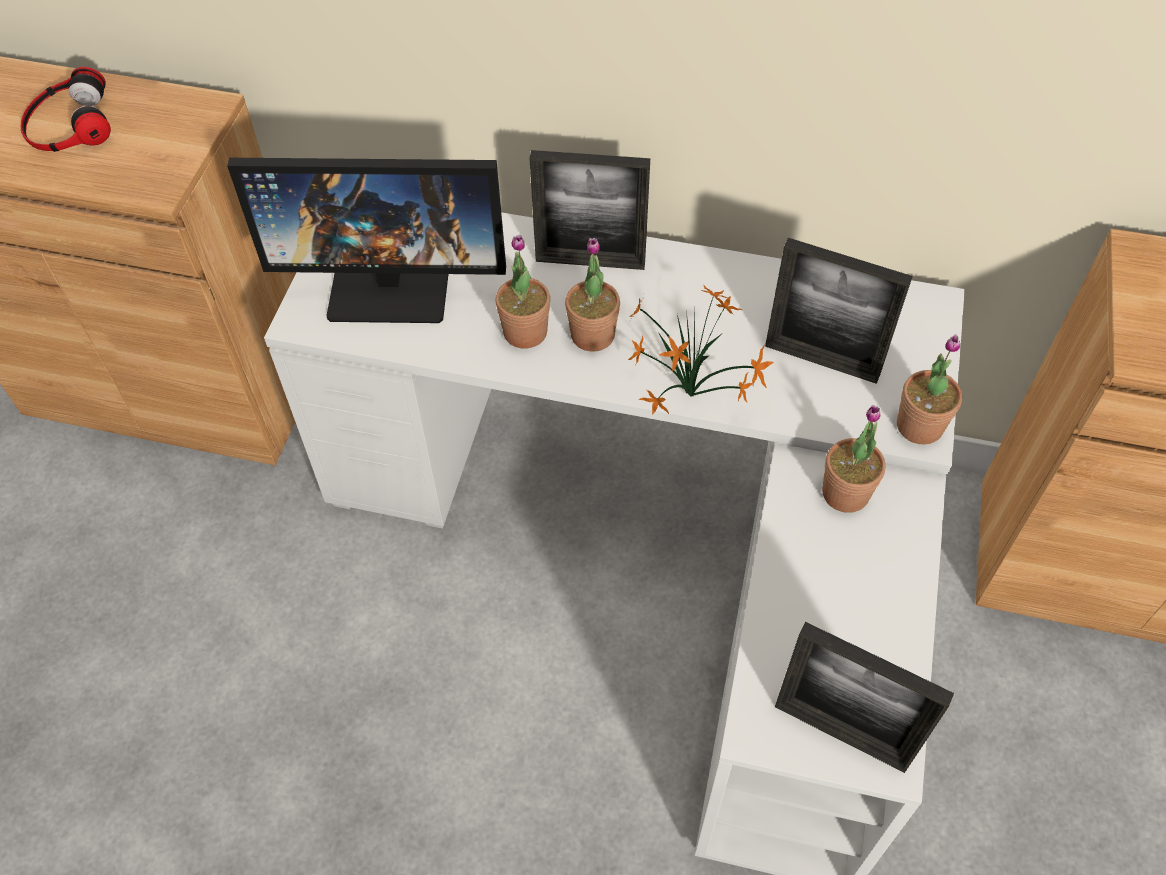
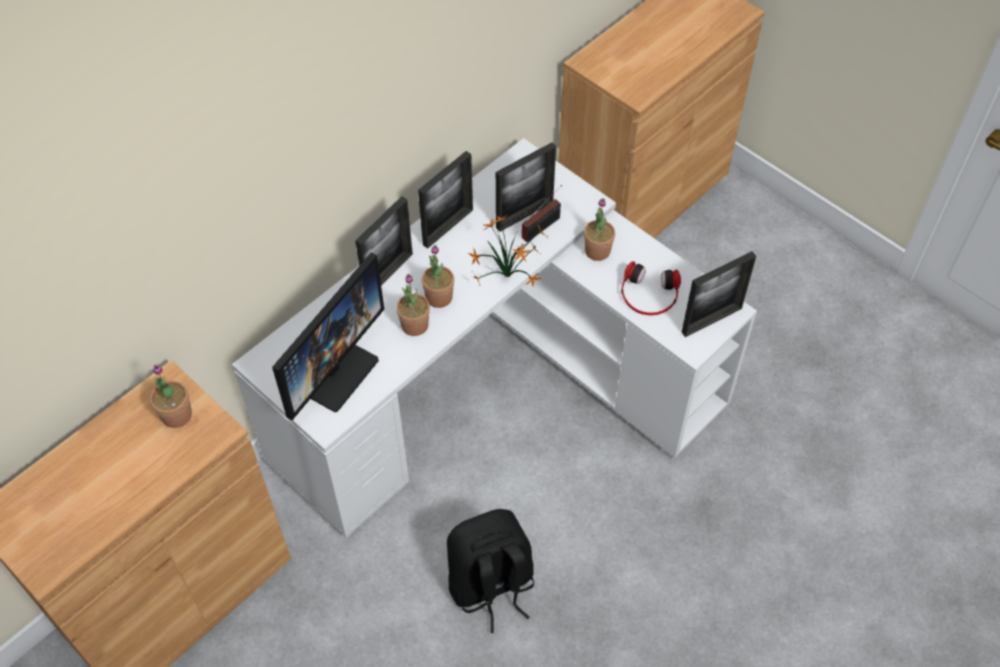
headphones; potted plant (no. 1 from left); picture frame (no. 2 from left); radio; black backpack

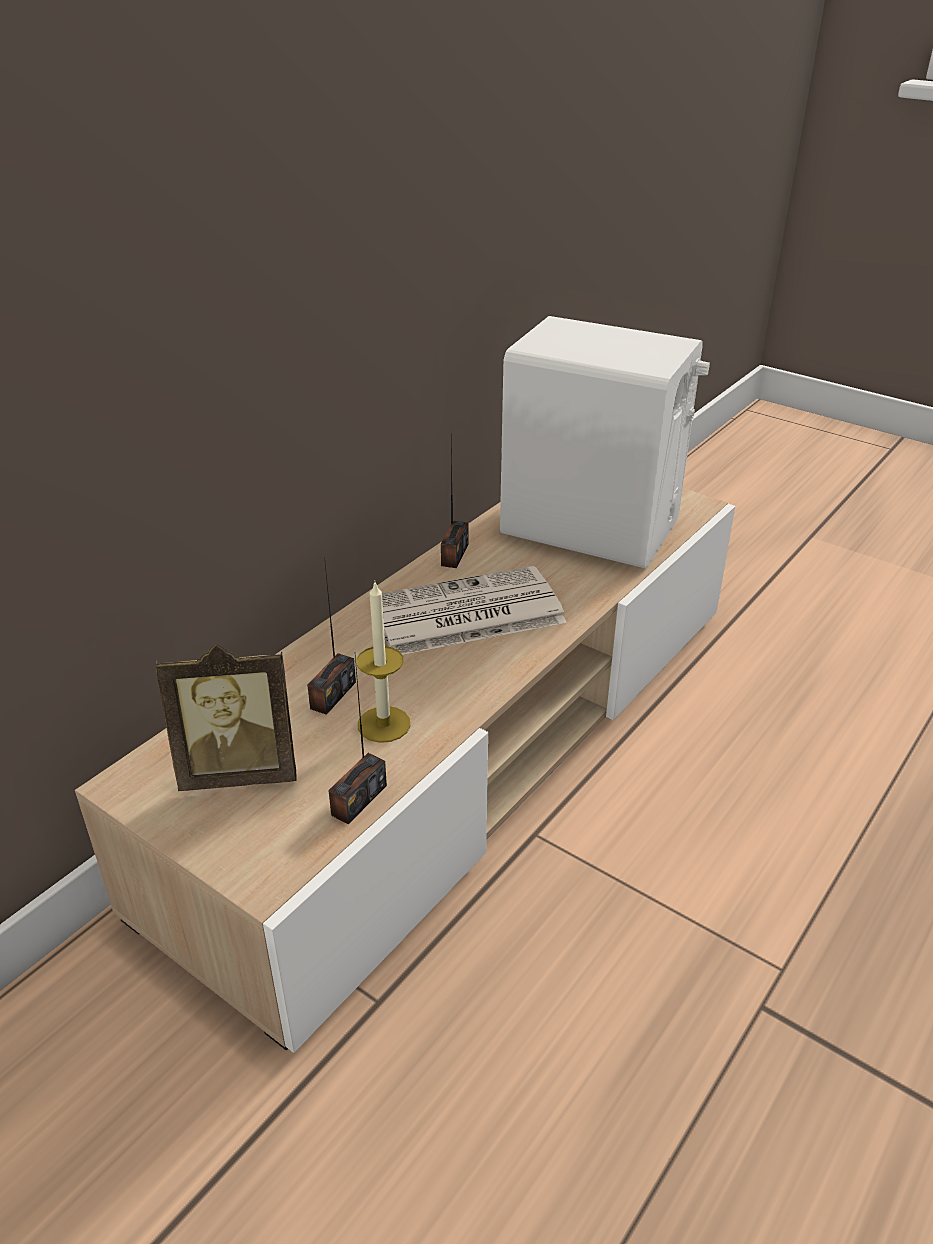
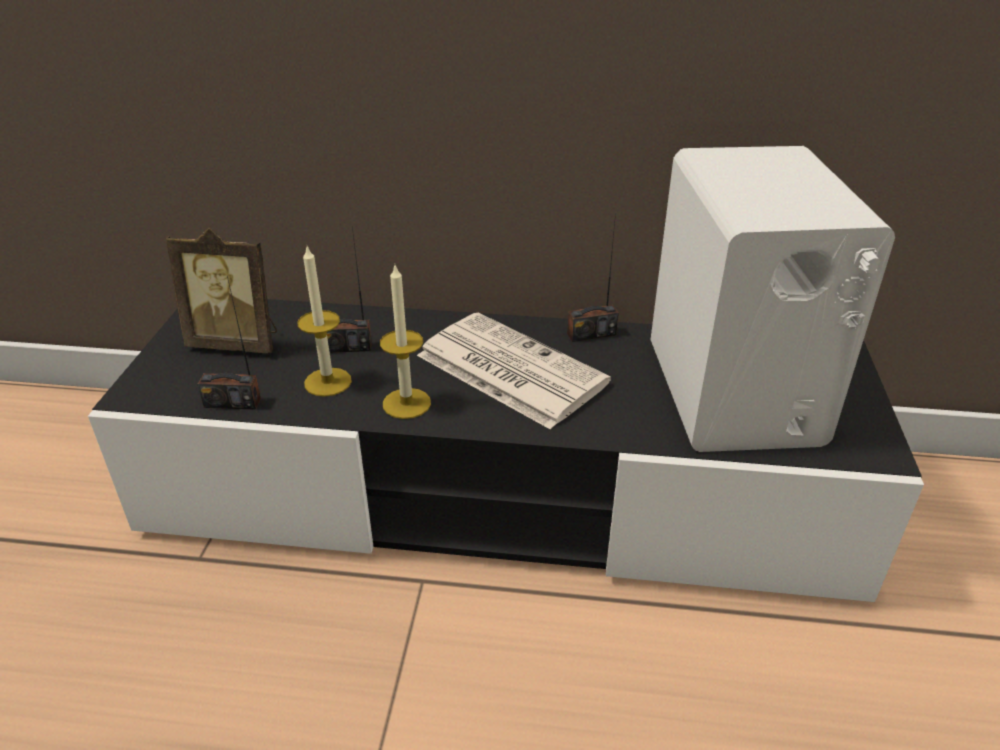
black tv stand; picture frame; candle (no. 2 from left)

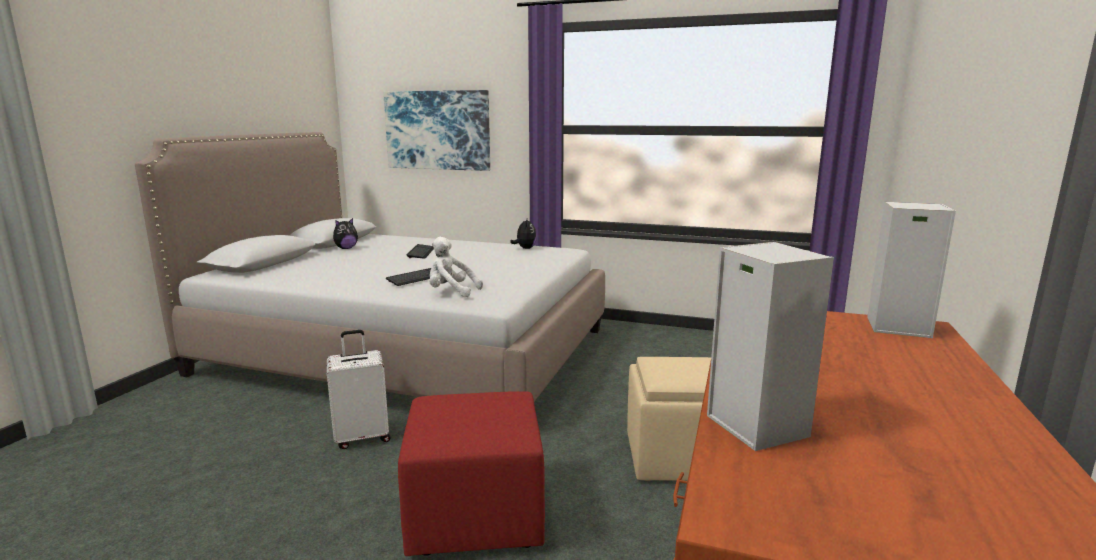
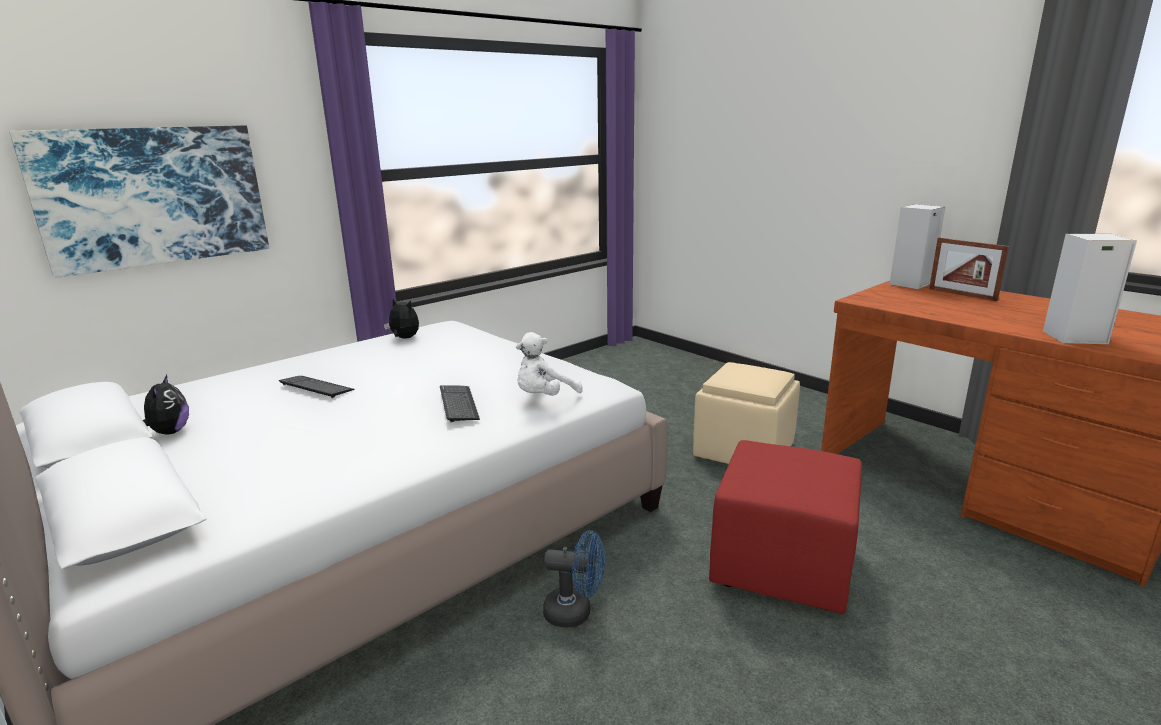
blue fan; picture frame

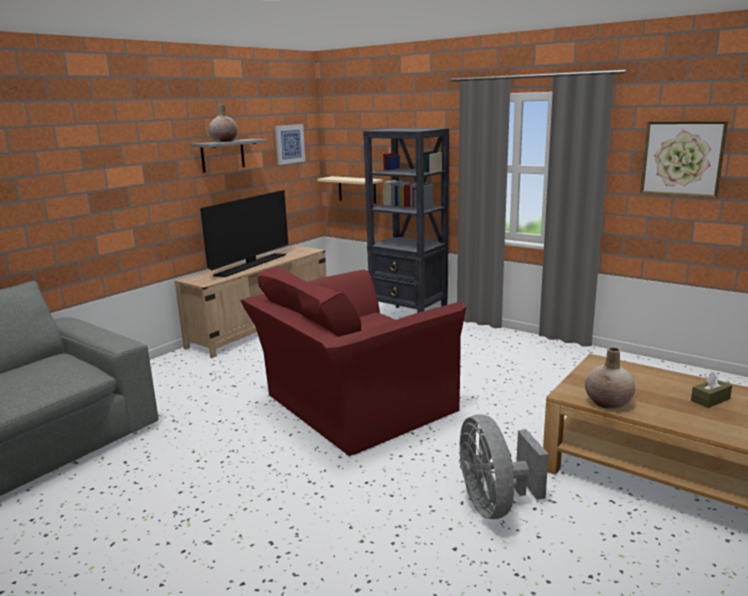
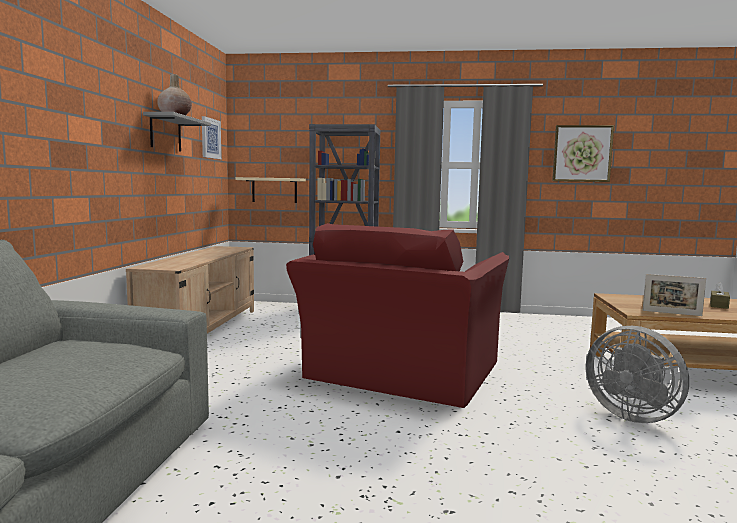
television; picture frame

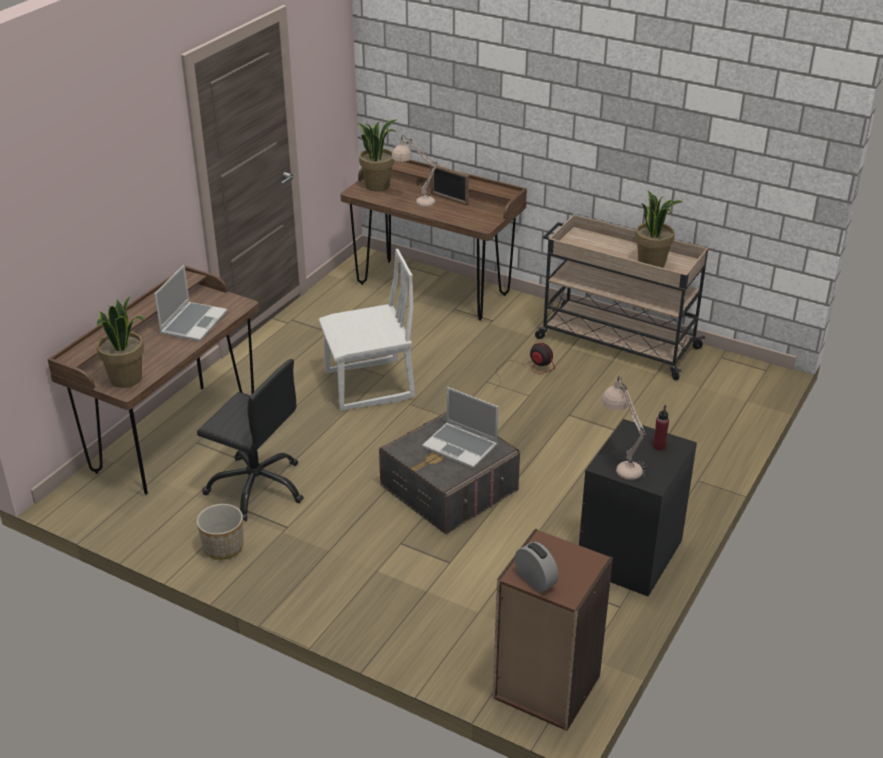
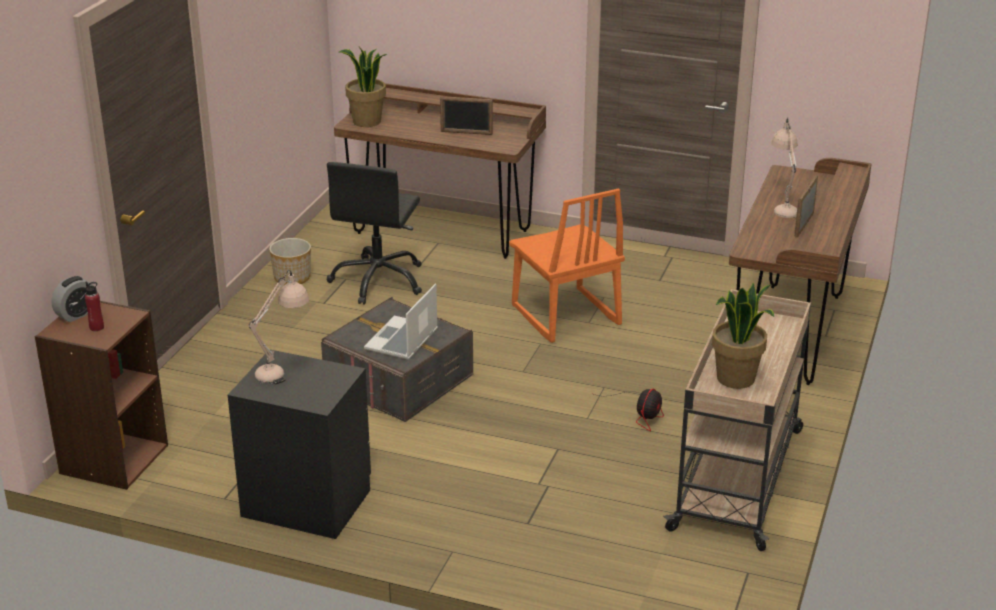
potted plant (no. 2 from left in the first image); orange chair; picture frame (no. 1 from left); red bottle

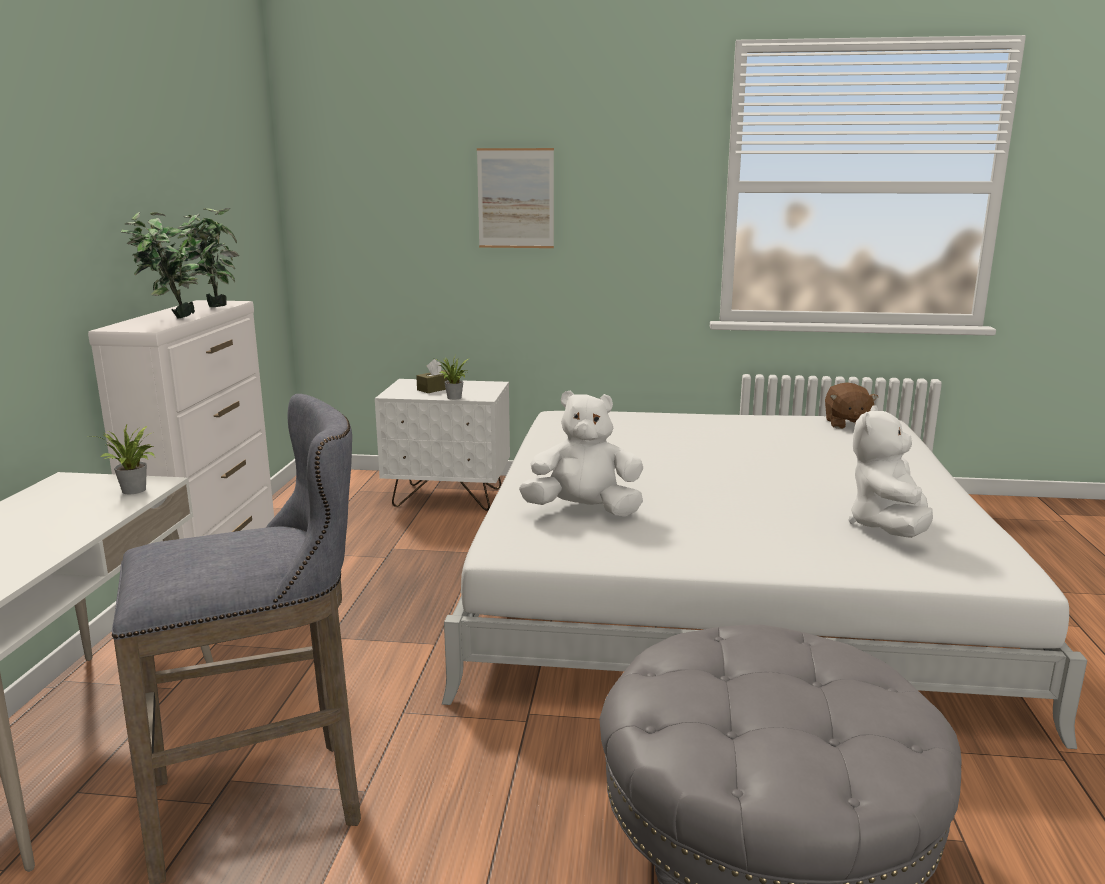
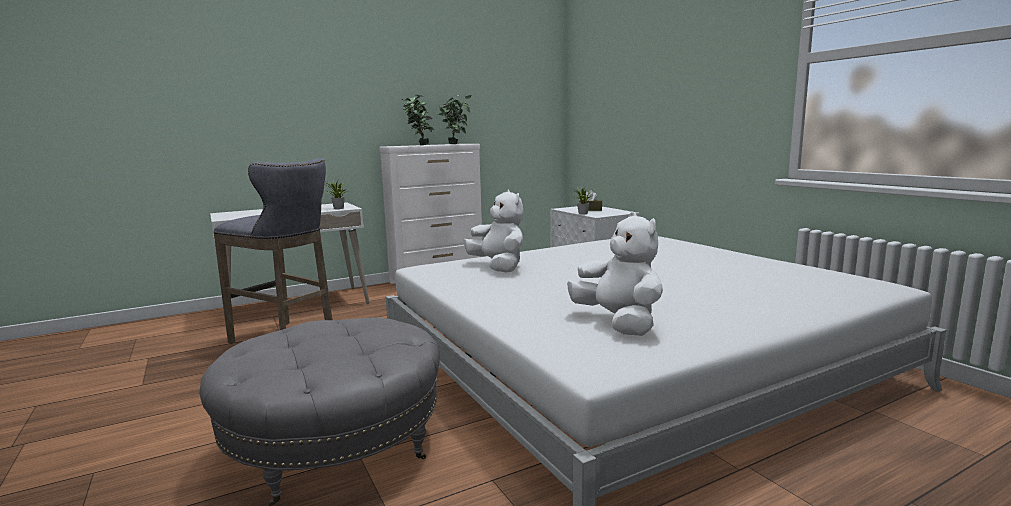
picture; brown plush toy; white plush toy (no. 2 from left)

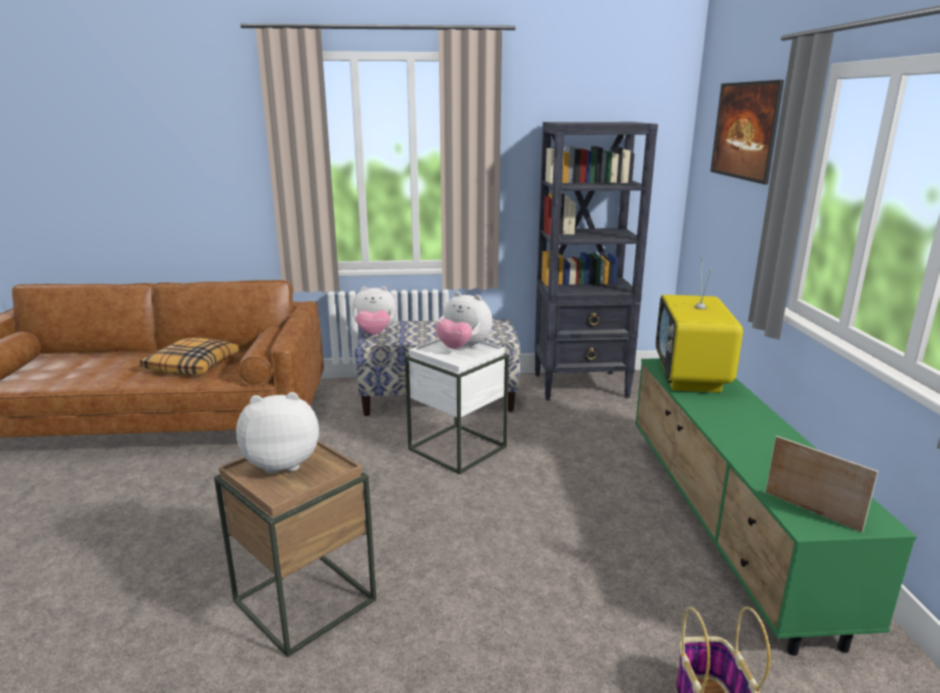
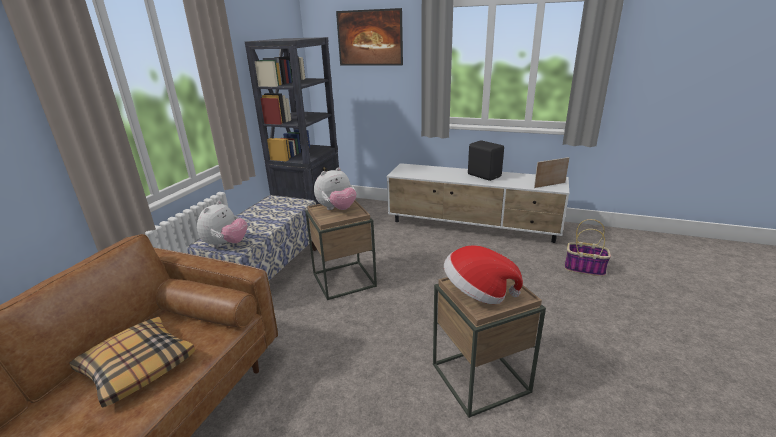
television; brown side table (no. 1 from left); white tv stand; hat; black speaker

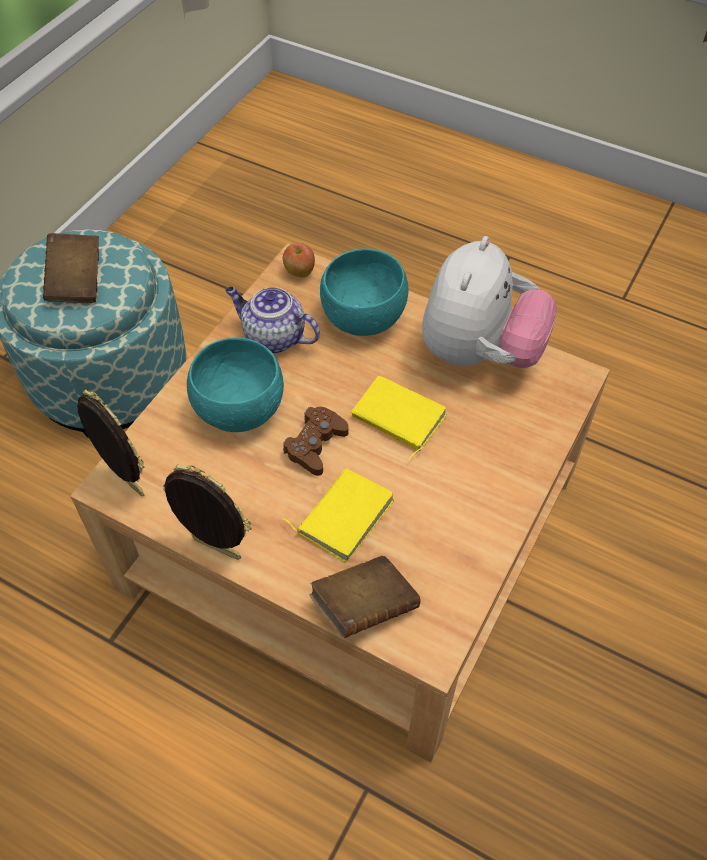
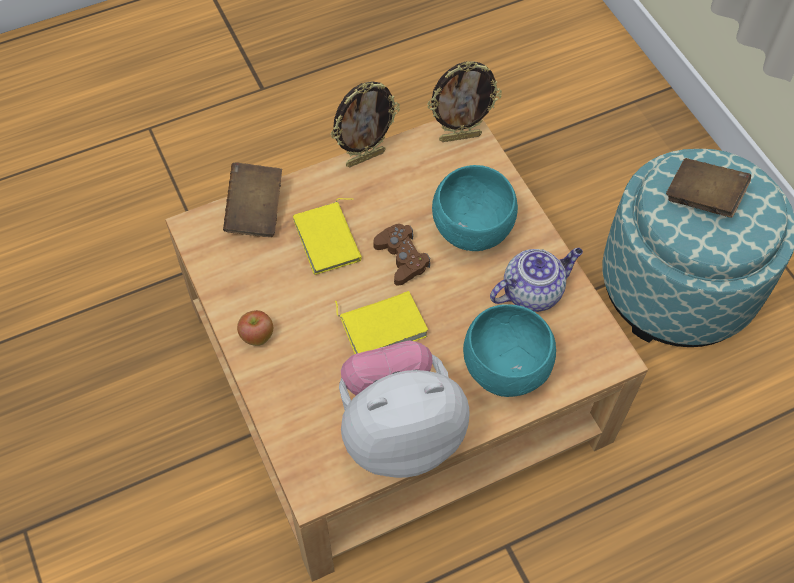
plush toy; apple

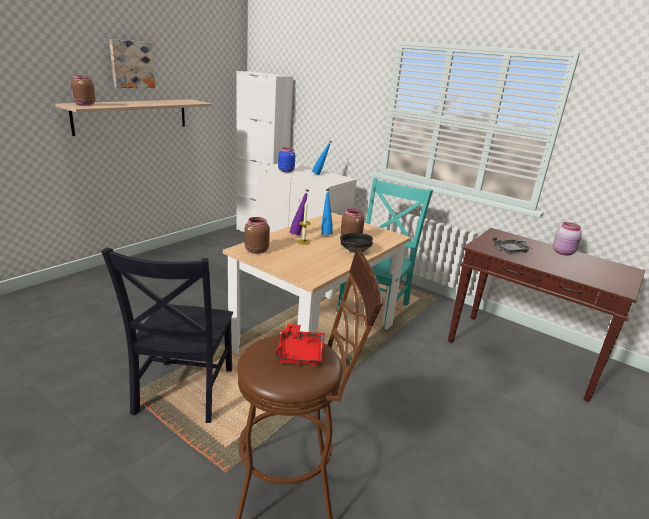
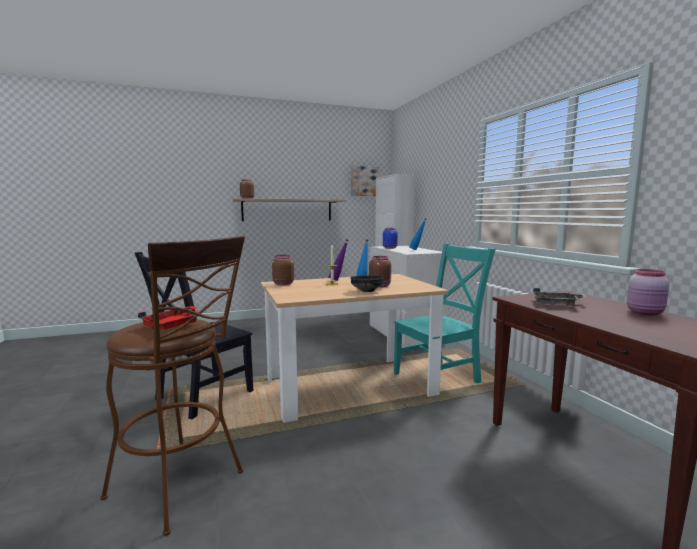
picture

